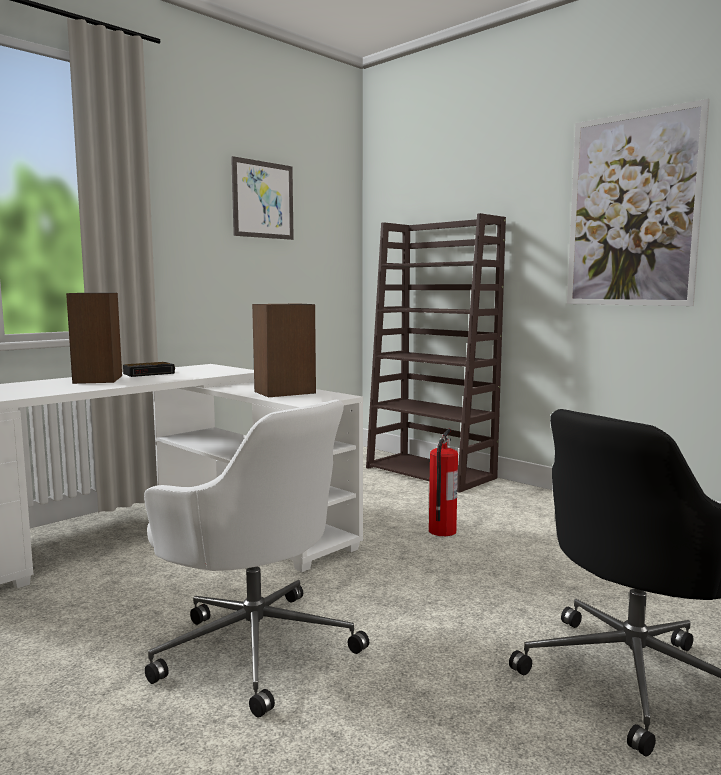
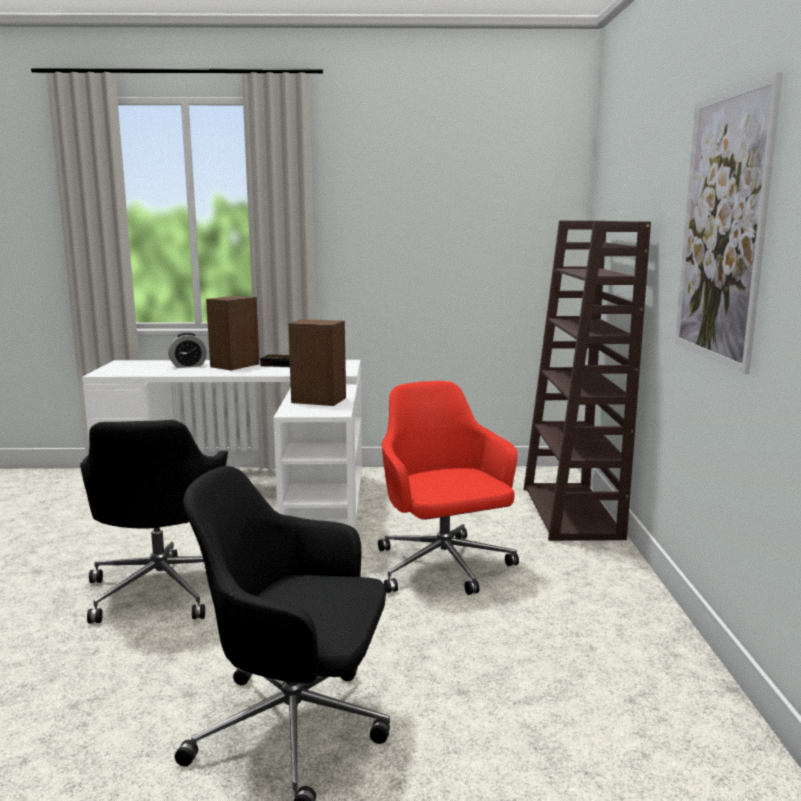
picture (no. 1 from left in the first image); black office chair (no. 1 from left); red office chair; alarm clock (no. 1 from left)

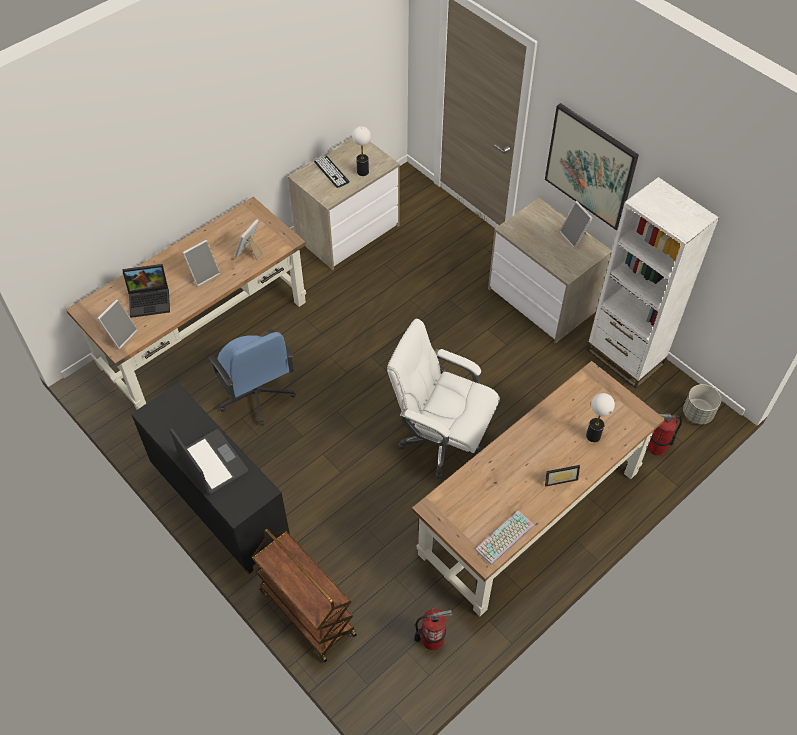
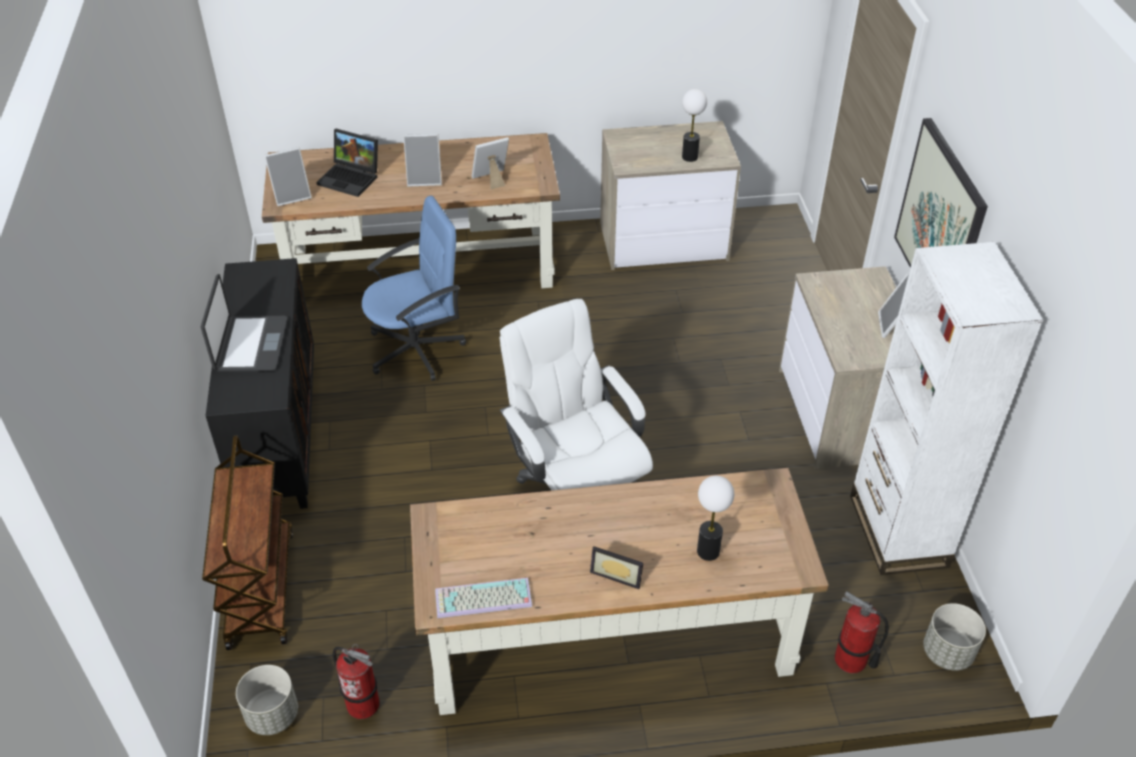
keyboard (no. 1 from left in the first image); blue office chair; grey planter (no. 1 from left)

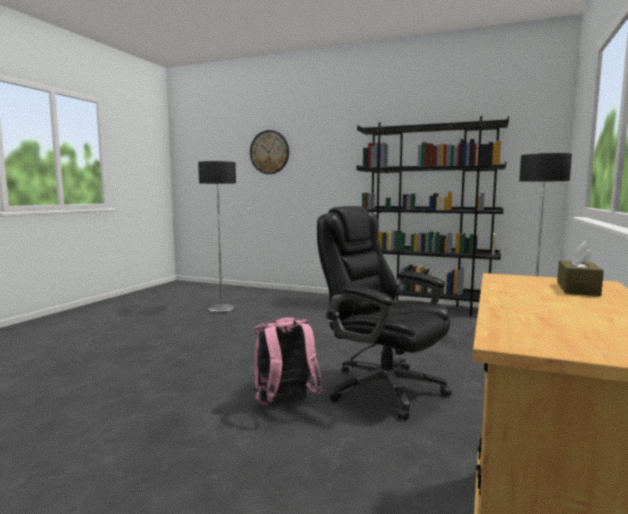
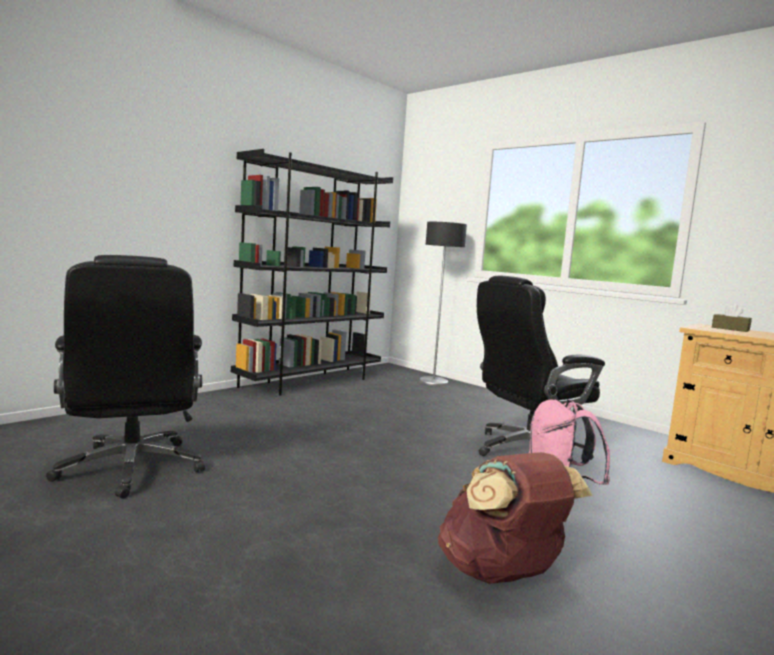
wall clock; black office chair (no. 1 from left); brown backpack

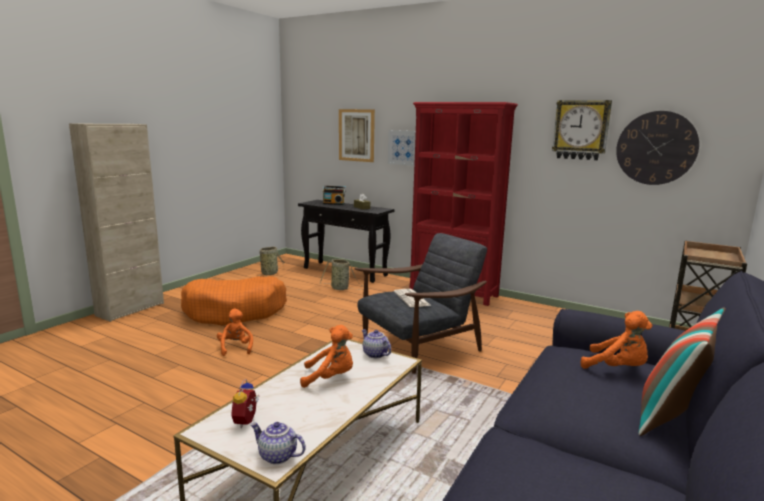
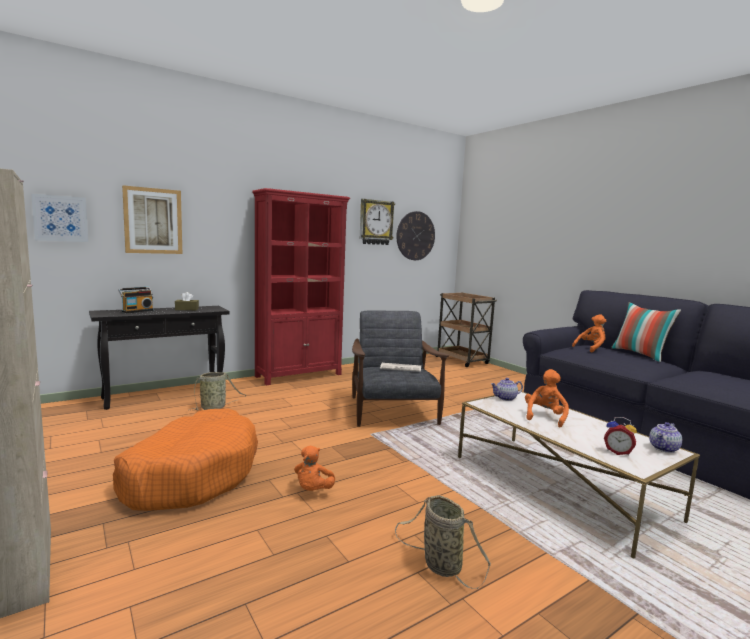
picture (no. 1 from left); basket (no. 2 from left); orange plush toy (no. 1 from left)

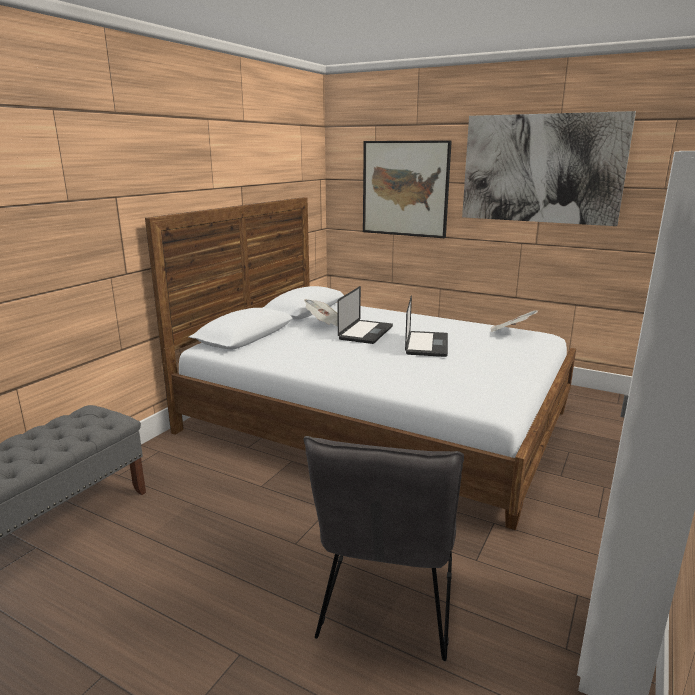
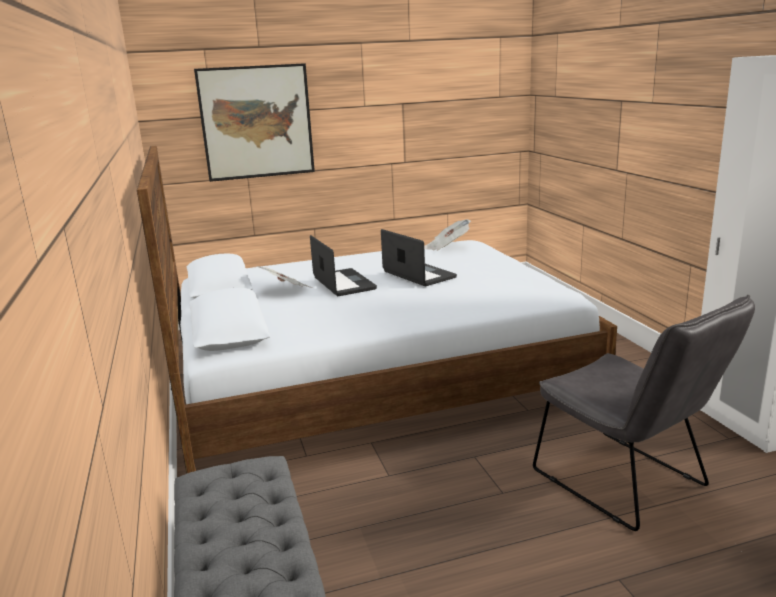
picture (no. 2 from left in the first image)

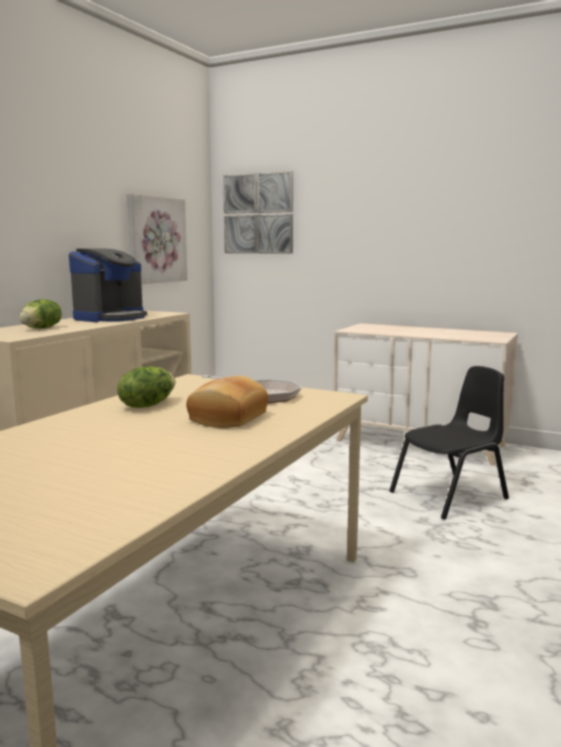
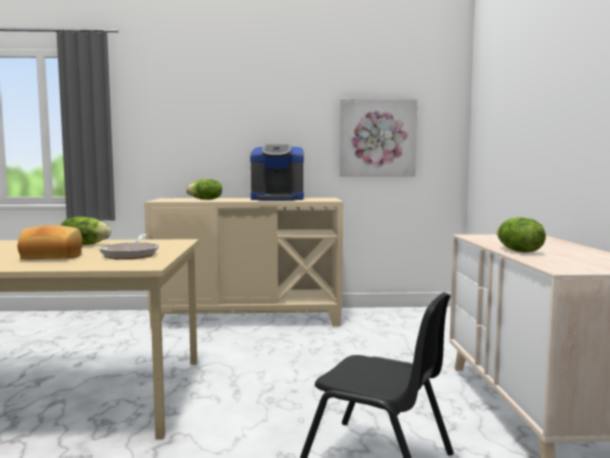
picture (no. 2 from left in the first image); lettuce (no. 3 from left)

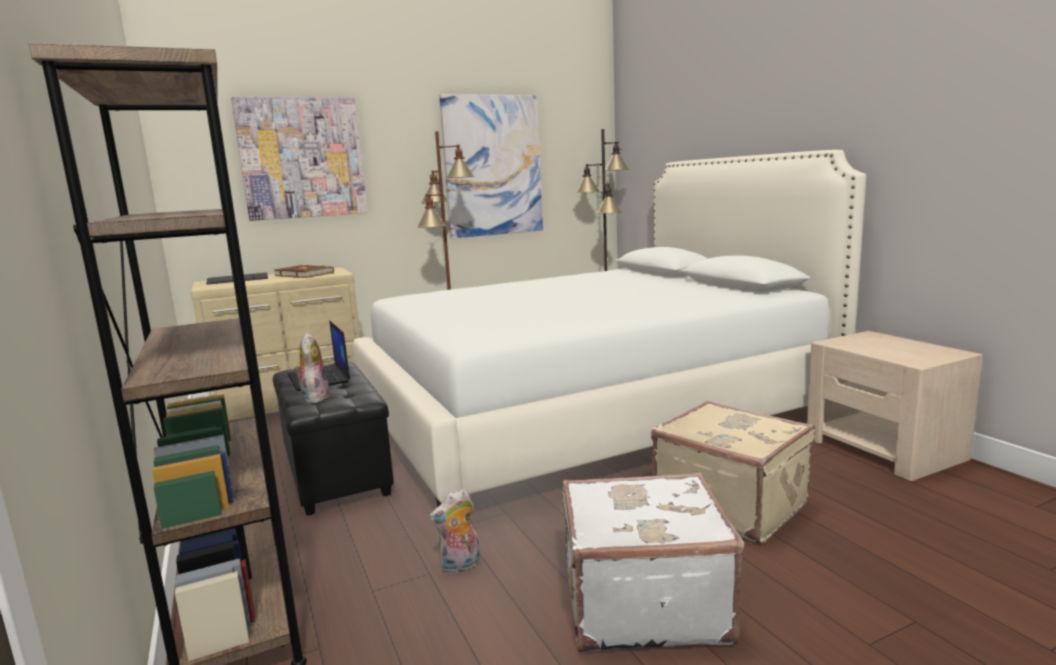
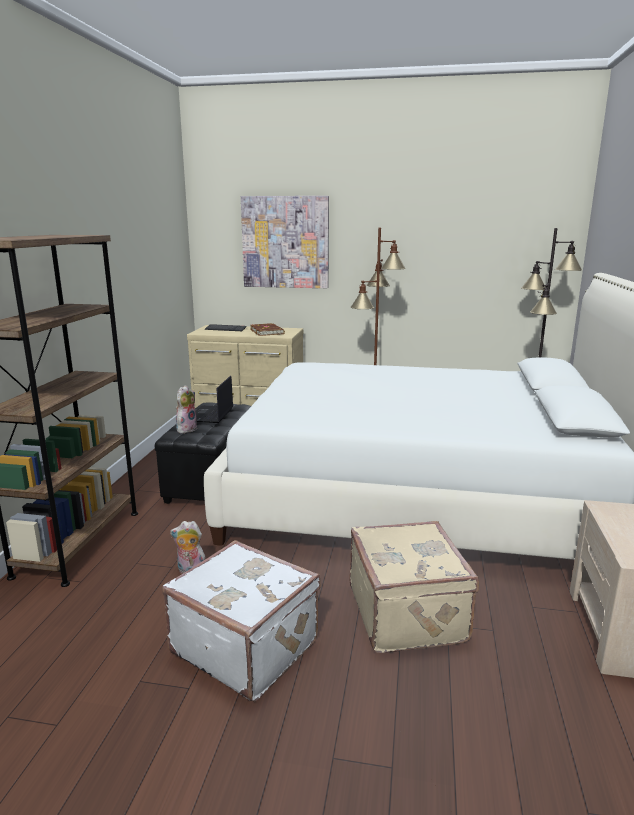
picture (no. 2 from left in the first image)

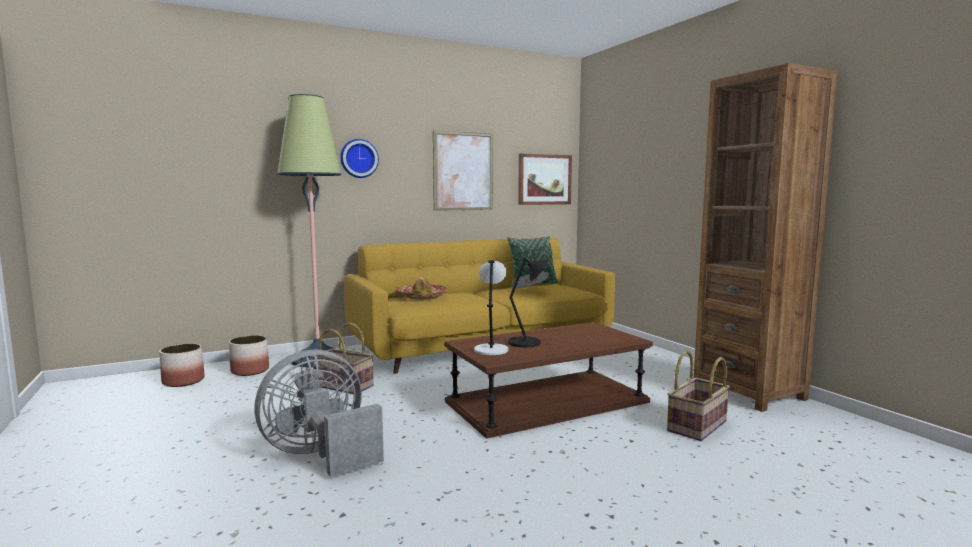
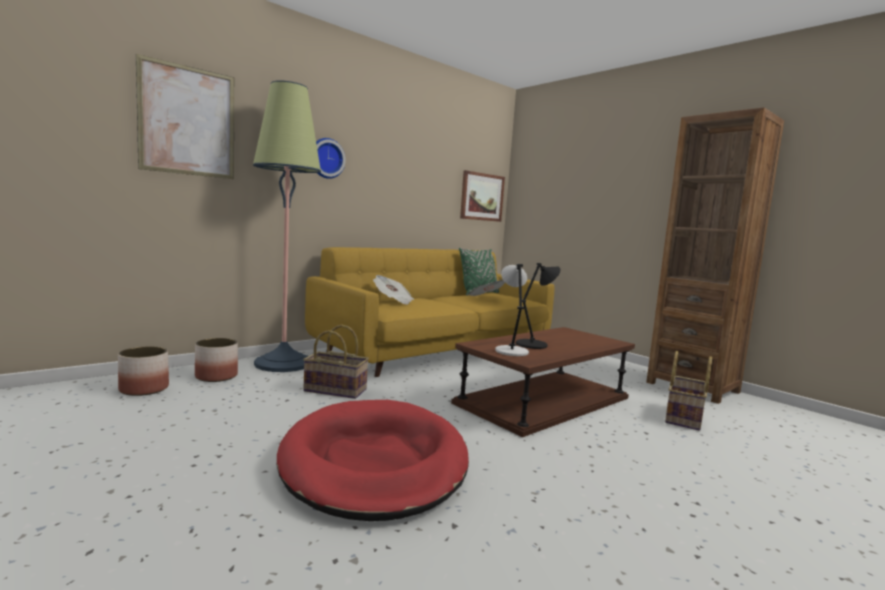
picture (no. 1 from left); newspaper (no. 1 from left); red dog bed

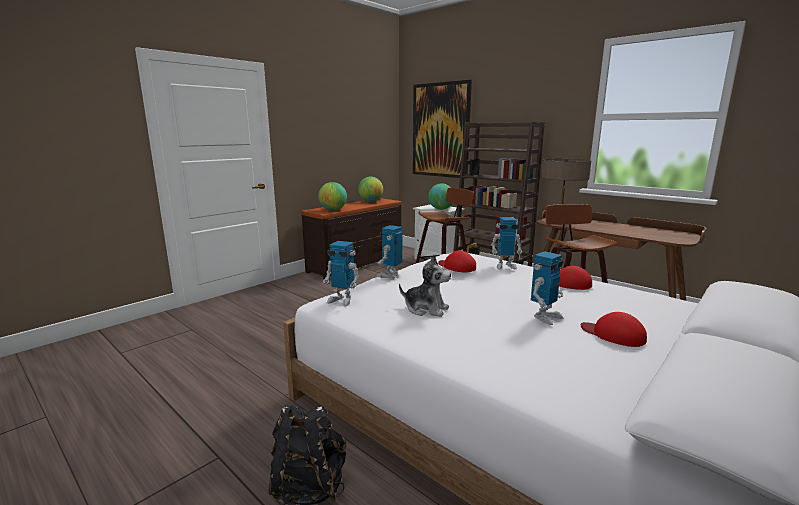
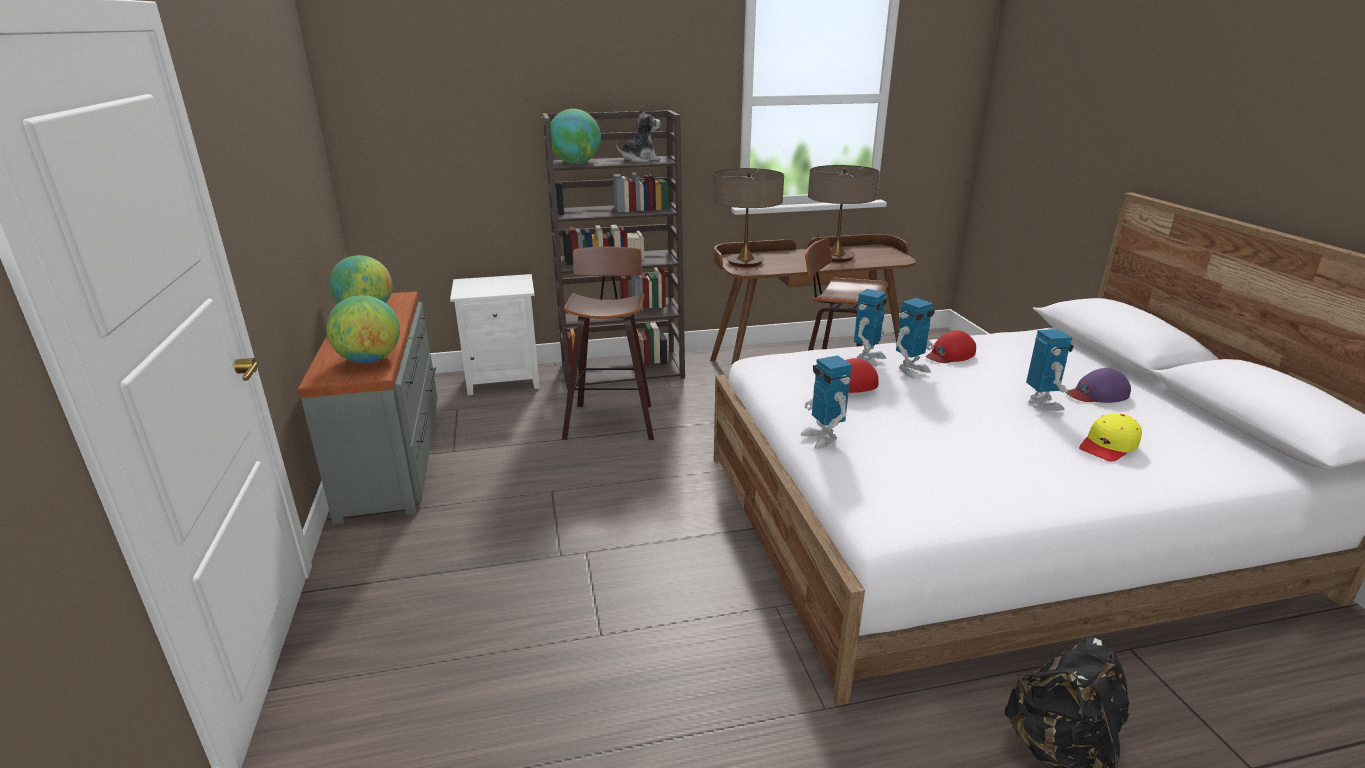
picture; globe (no. 3 from left); grey dresser; toy robot (no. 3 from left); plush toy; purple cap; table lamp (no. 2 from left); yellow cap

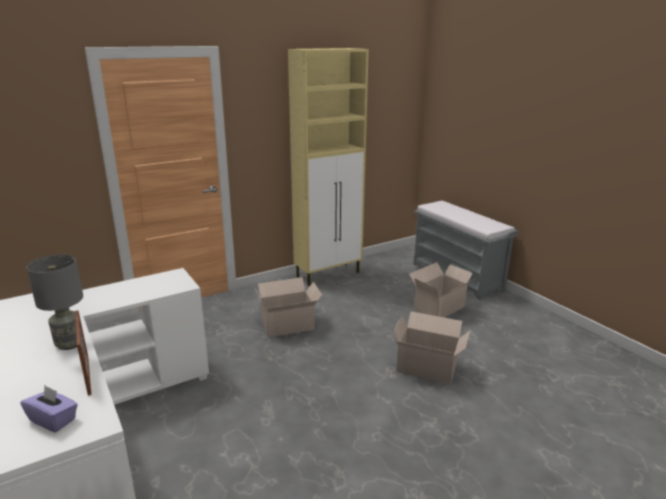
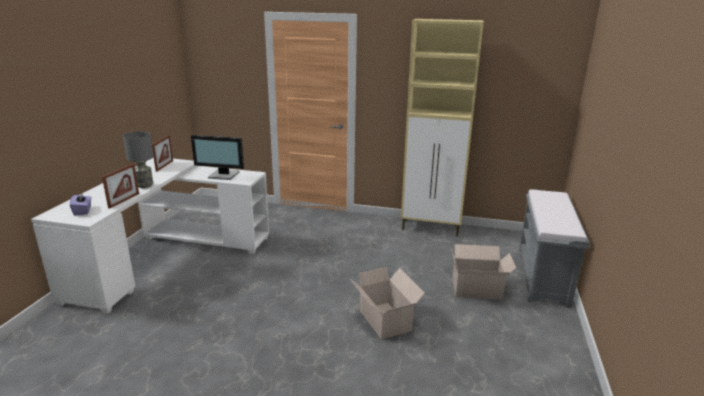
cardboard box (no. 1 from left in the first image); picture frame (no. 2 from left); monitor

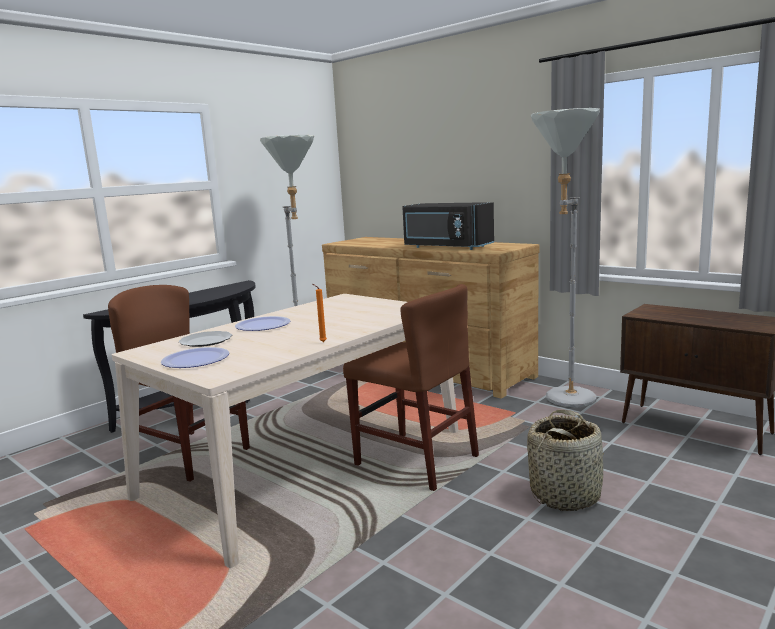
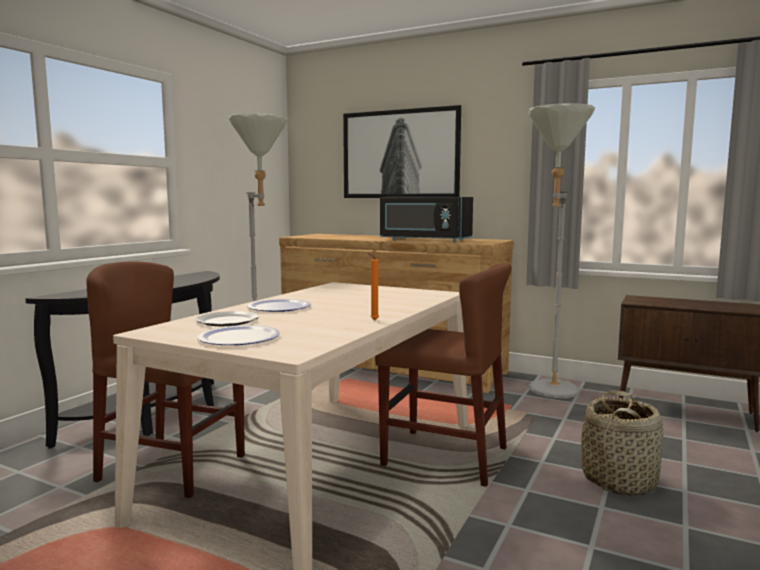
picture

